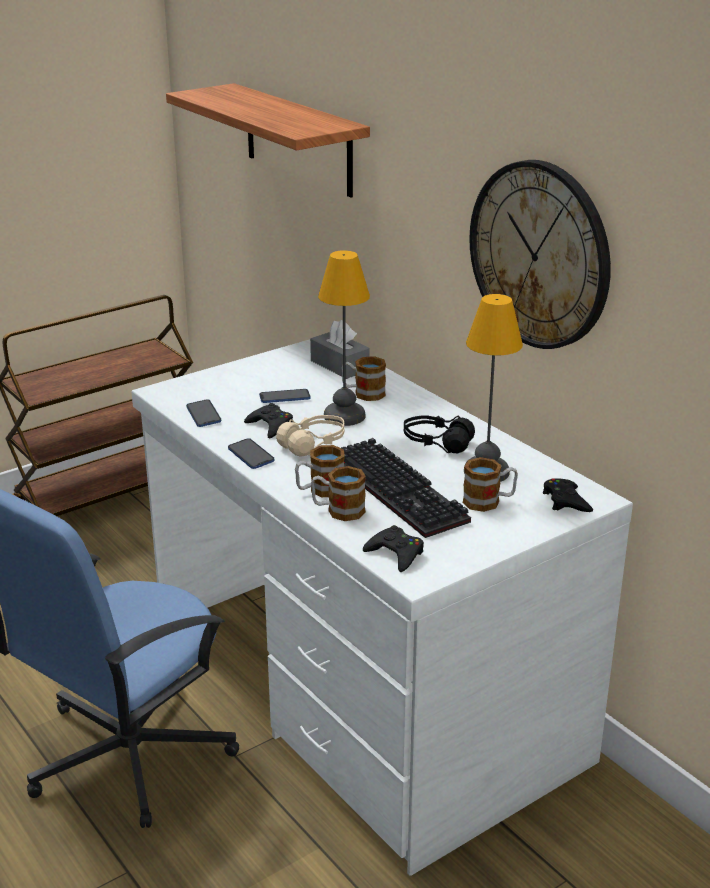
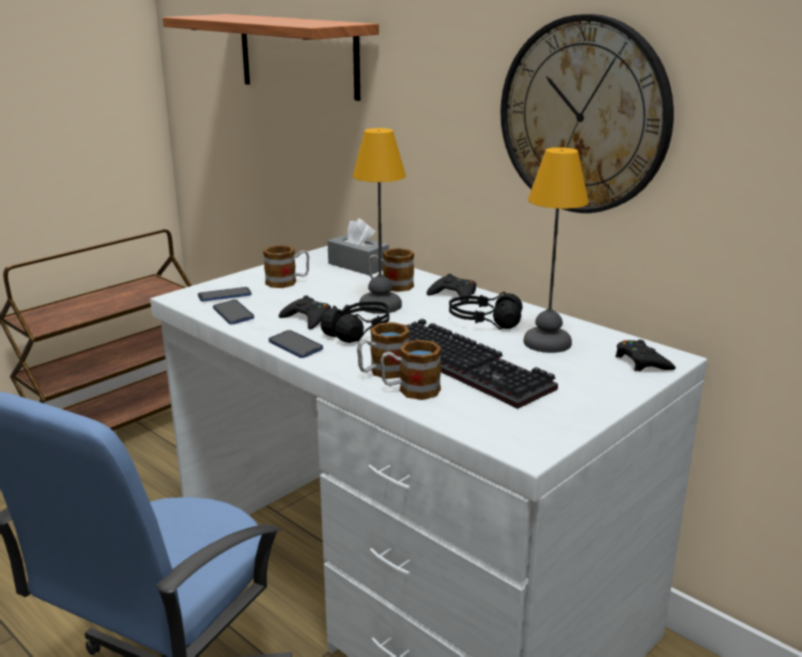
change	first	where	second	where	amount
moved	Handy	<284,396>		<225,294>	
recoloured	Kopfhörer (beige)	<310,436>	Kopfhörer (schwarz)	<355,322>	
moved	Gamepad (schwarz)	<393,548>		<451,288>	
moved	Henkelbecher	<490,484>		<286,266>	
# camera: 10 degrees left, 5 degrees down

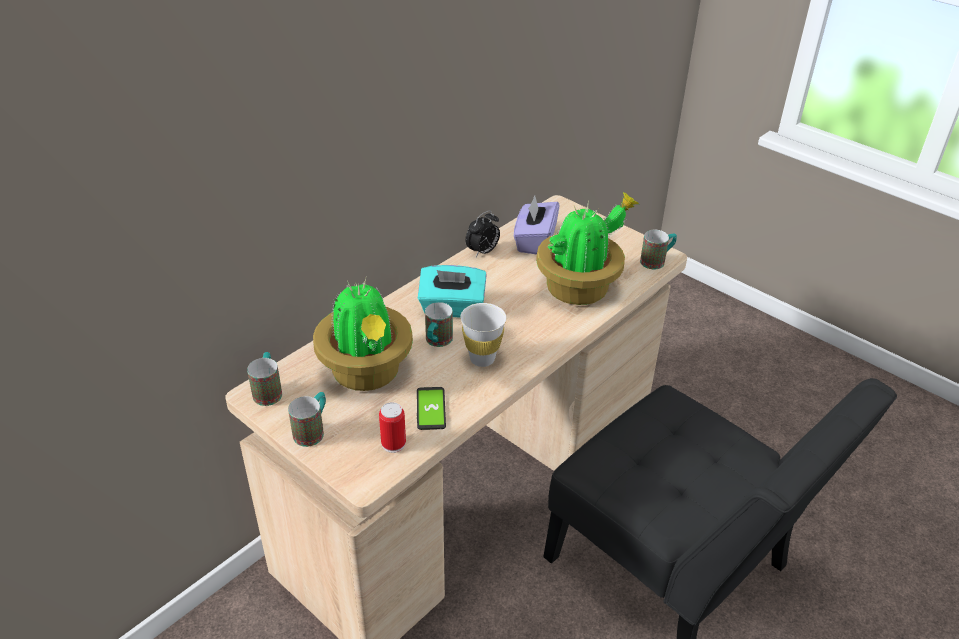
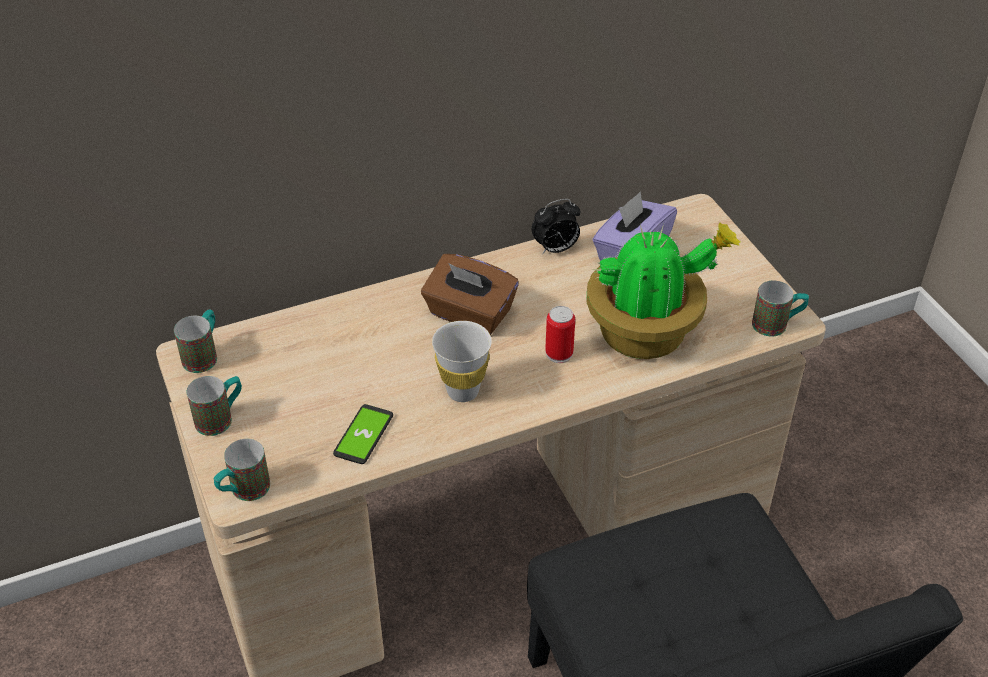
change	first	where	second	where	amount
removed	Topfpflanze	<363,334>			
moved	Dose	<392,427>		<560,334>	
recoloured	Taschentuchbox (türkis)	<452,291>	Taschentuchbox (braun)	<470,294>	
moved	Henkelbecher	<439,324>		<242,470>	
# camera: 25 degrees right, 5 degrees up

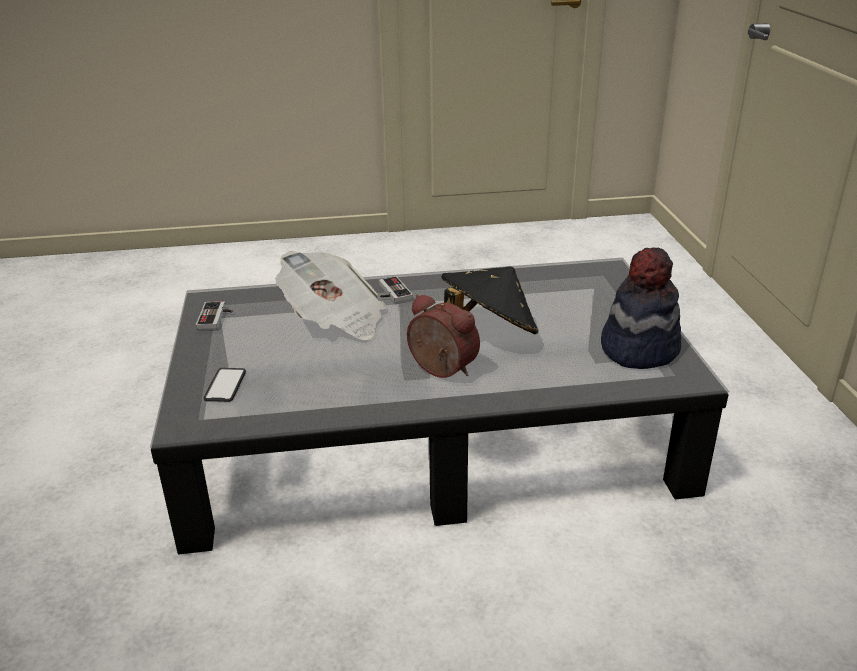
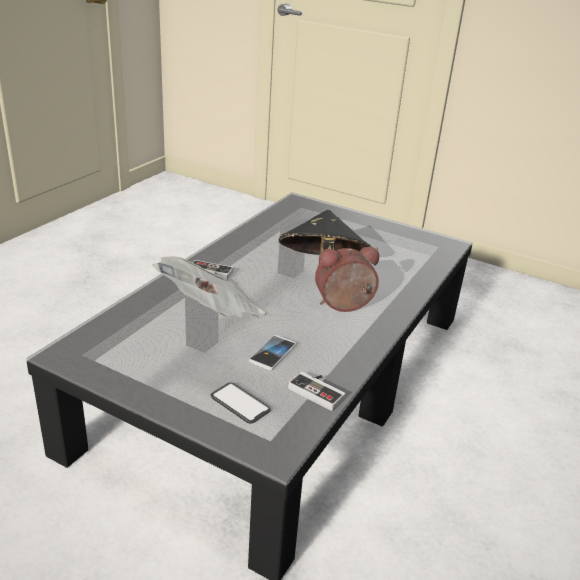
change	first	where	second	where	amount
moved	Gamepad	<214,316>		<317,391>	
removed	Hut	<641,308>			
added			Handy	<272,352>	
# camera: 55 degrees left, 0 degrees up

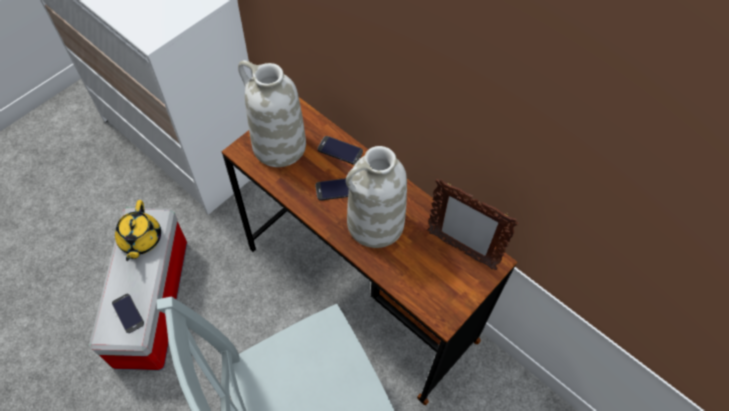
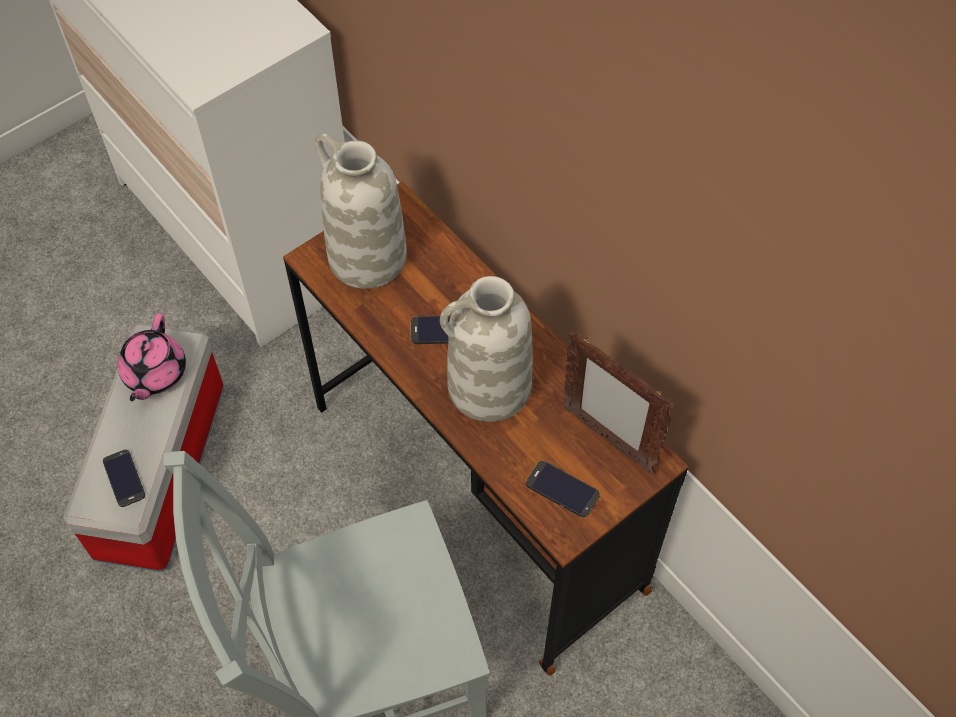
change	first	where	second	where	amount
recoloured	Teekanne (gelb)	<138,230>	Teekanne (rosa)	<152,357>	
moved	Handy	<340,150>		<563,489>	
# camera: 10 degrees right, 0 degrees up

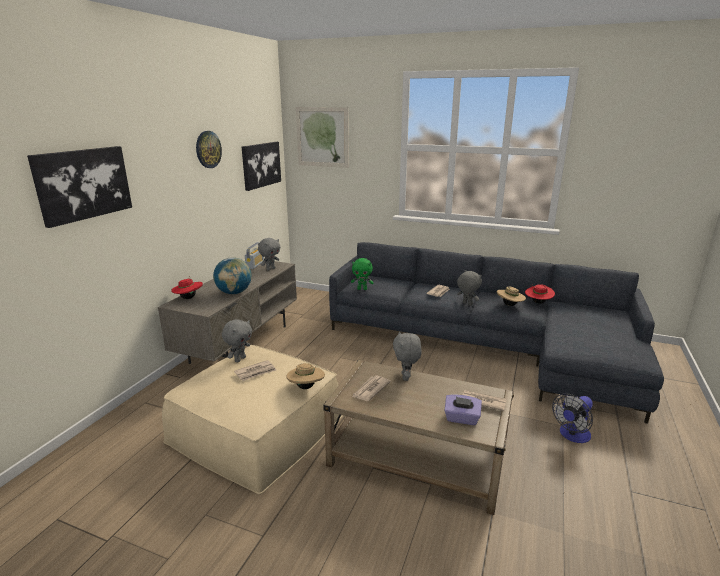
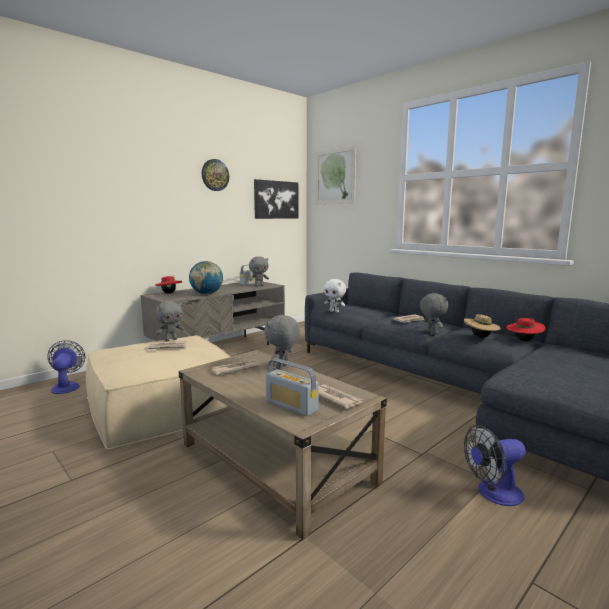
change	first	where	second	where	amount
removed	Bild	<79,187>			
removed	Hut (beige)	<305,376>			
recoloured	Plüschtier (grün)	<362,274>	Plüschtier (weiß)	<335,295>	
replaced	Taschentuchbox (lila)	<463,409>	Radio	<292,387>	
added			Ventilator	<66,367>	
# camera: 25 degrees right, 10 degrees down

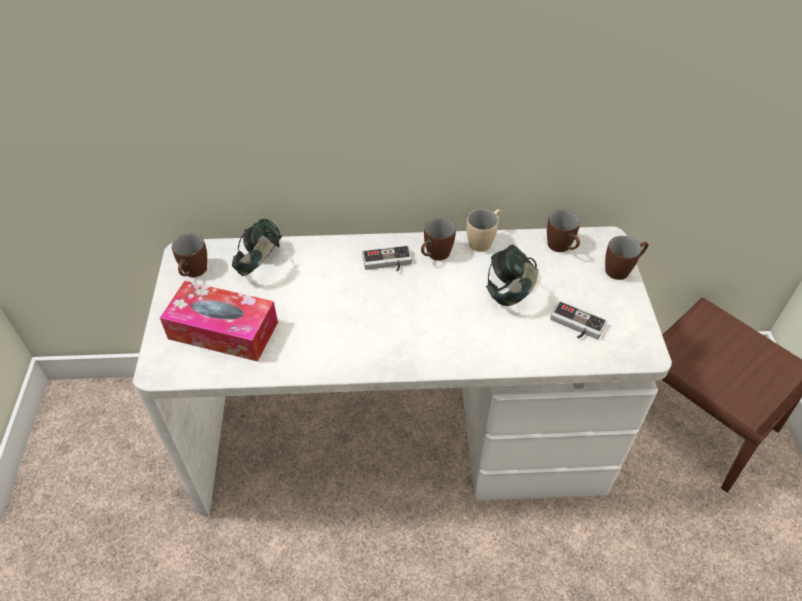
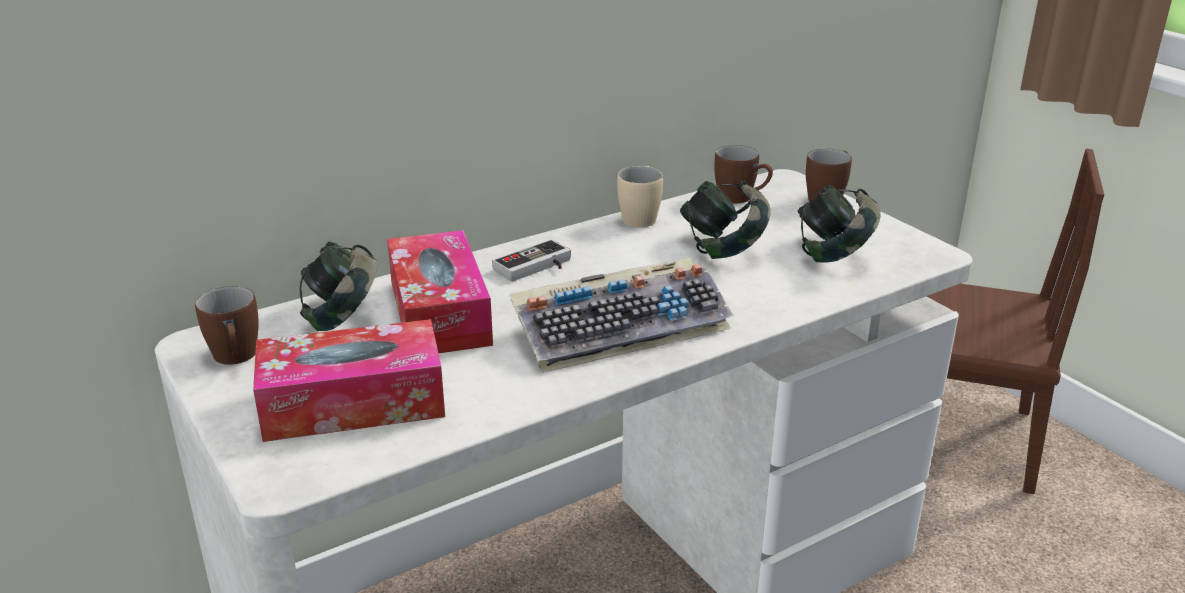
change	first	where	second	where	amount
removed	Henkelbecher (braun)	<438,239>			
replaced	Gamepad	<578,320>	Kopfhörer	<839,223>	
added			Taschentuchbox	<440,291>	
added			Tastatur	<621,315>	
# camera: 30 degrees left, 20 degrees down

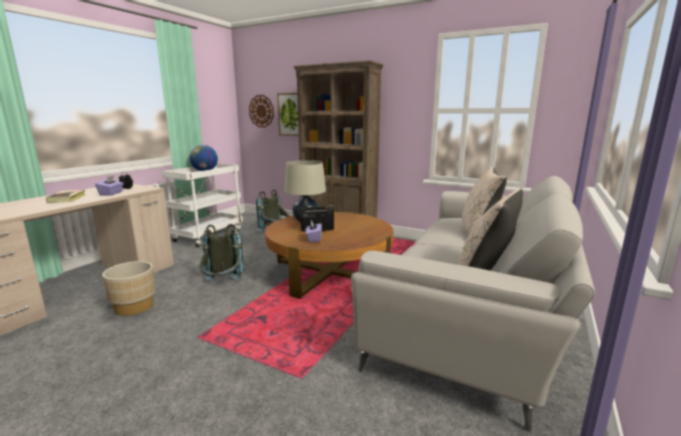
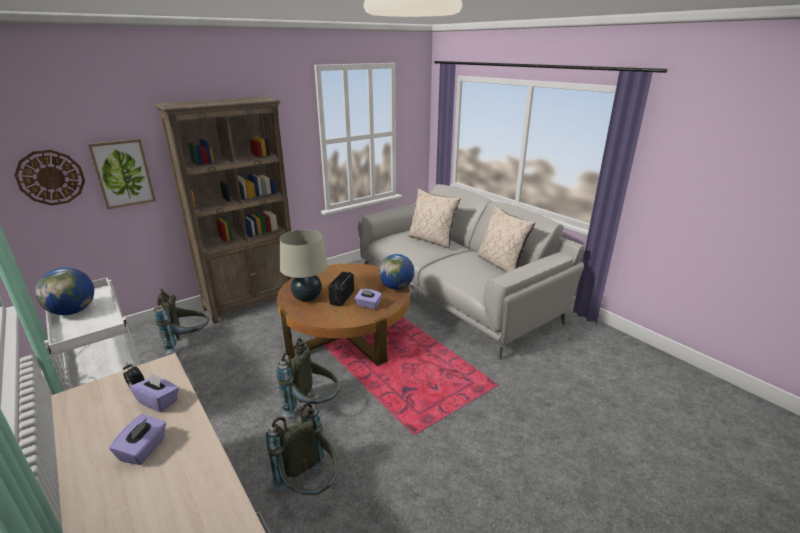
change	first	where	second	where	amount
replaced	Buch	<65,196>	Taschentuchbox (lila)	<137,439>	
replaced	Pflanzkübel (beige)	<128,288>	Rucksack (grau)	<302,449>	
added			Globus	<396,272>	
# camera: 65 degrees left, 10 degrees up

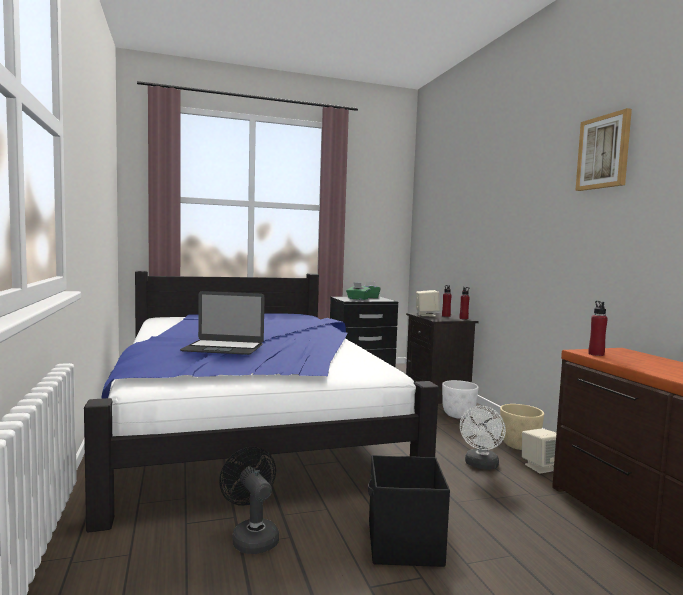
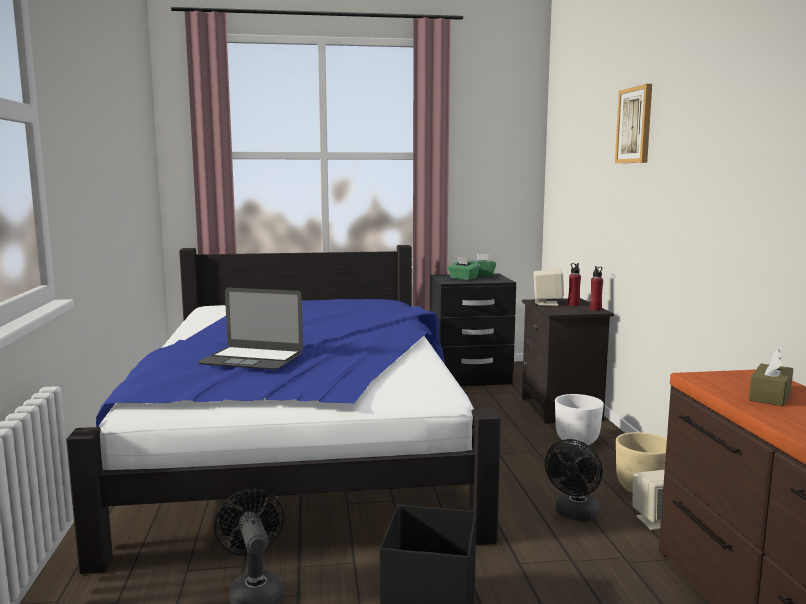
change	first	where	second	where	amount
recoloured	Ventilator (weiß)	<483,438>	Ventilator (schwarz)	<574,480>	
moved	Bild	<603,149>		<633,123>	
removed	Flasche (rot)	<598,328>			
added			Taschentuchbox (braun)	<771,377>	
# camera: 10 degrees right, 5 degrees up

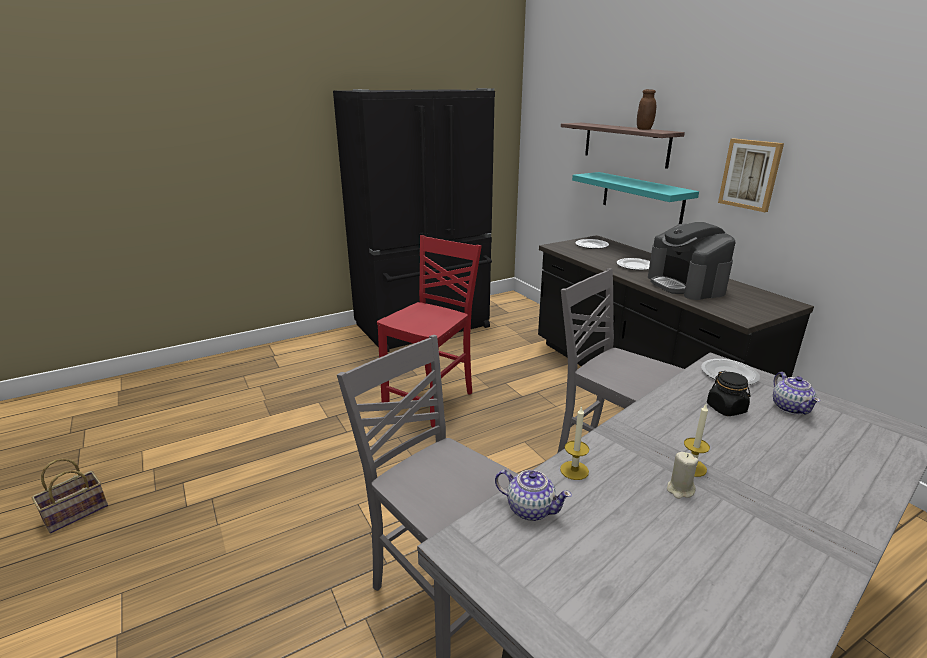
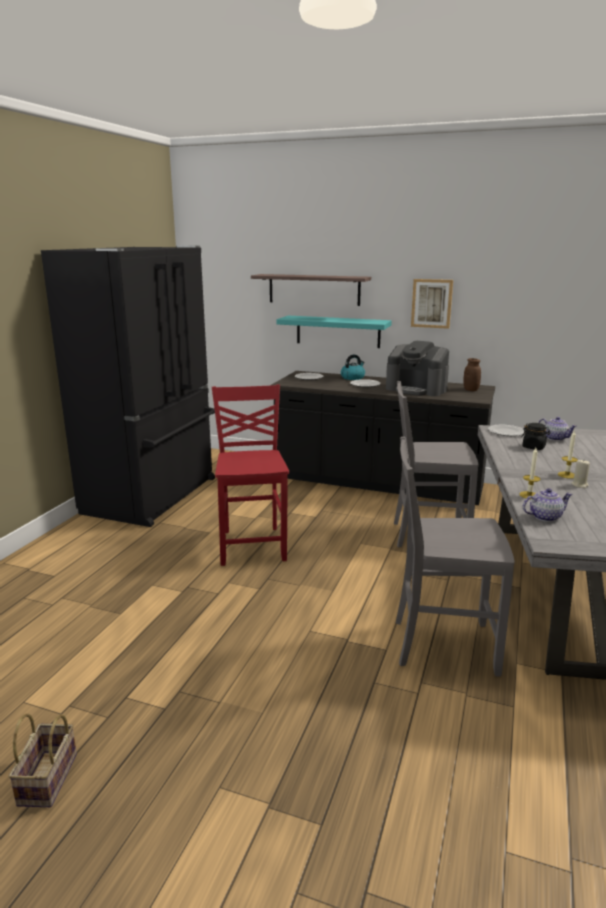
change	first	where	second	where	amount
moved	Vorratsglas (braun)	<646,109>		<472,374>	
added			Wasserkessel	<353,367>	
# camera: 40 degrees left, 5 degrees down

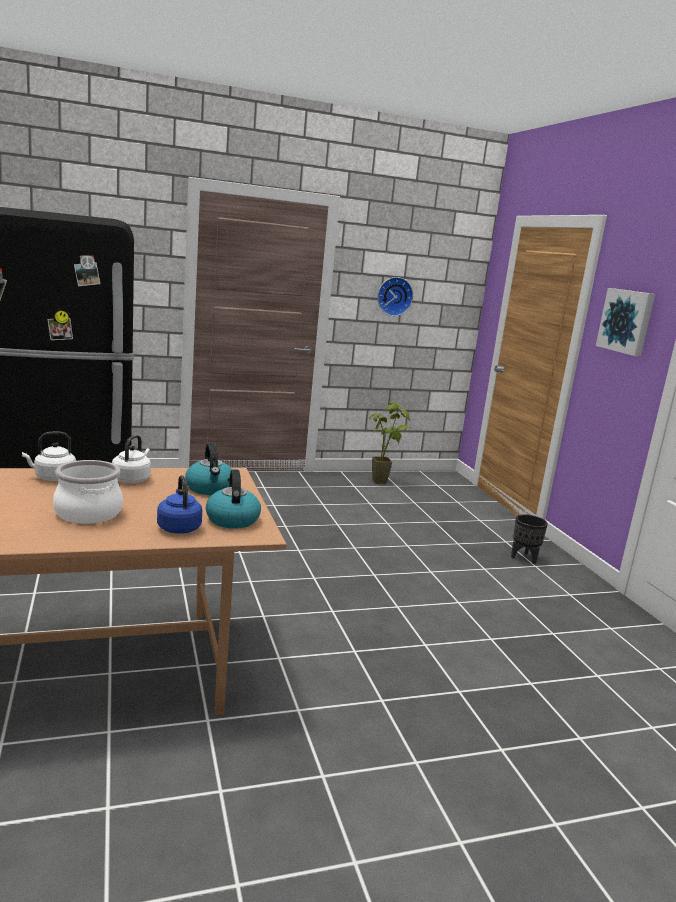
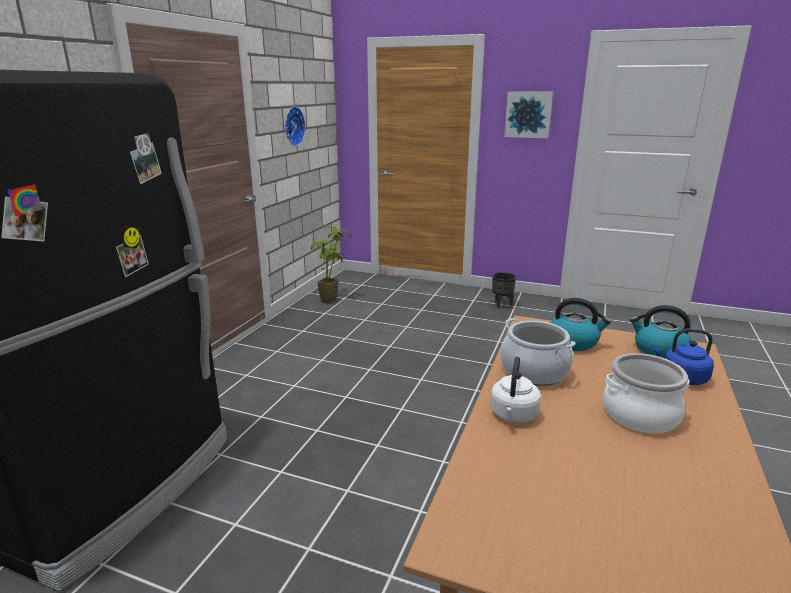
change	first	where	second	where	amount
replaced	Wasserkessel (weiß)	<131,459>	Kochtopf	<538,352>	
# camera: 50 degrees left, 5 degrees up

